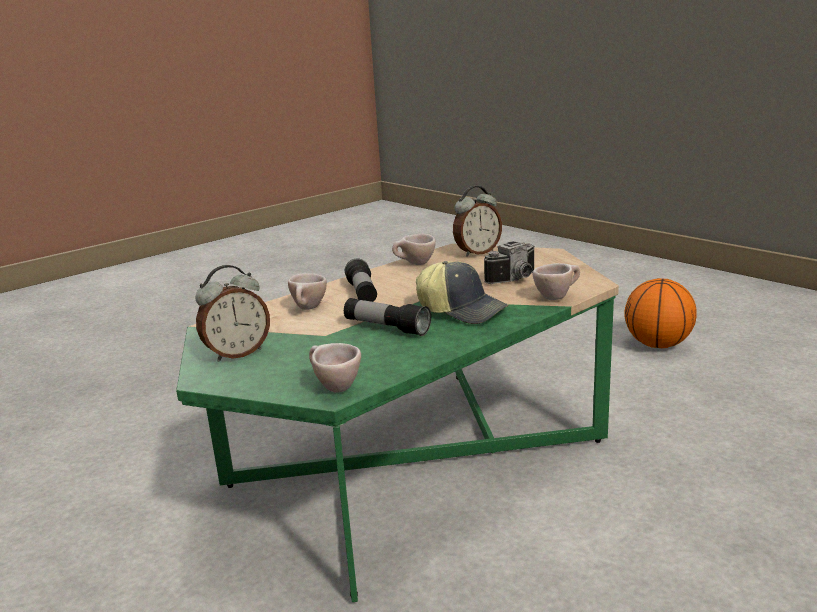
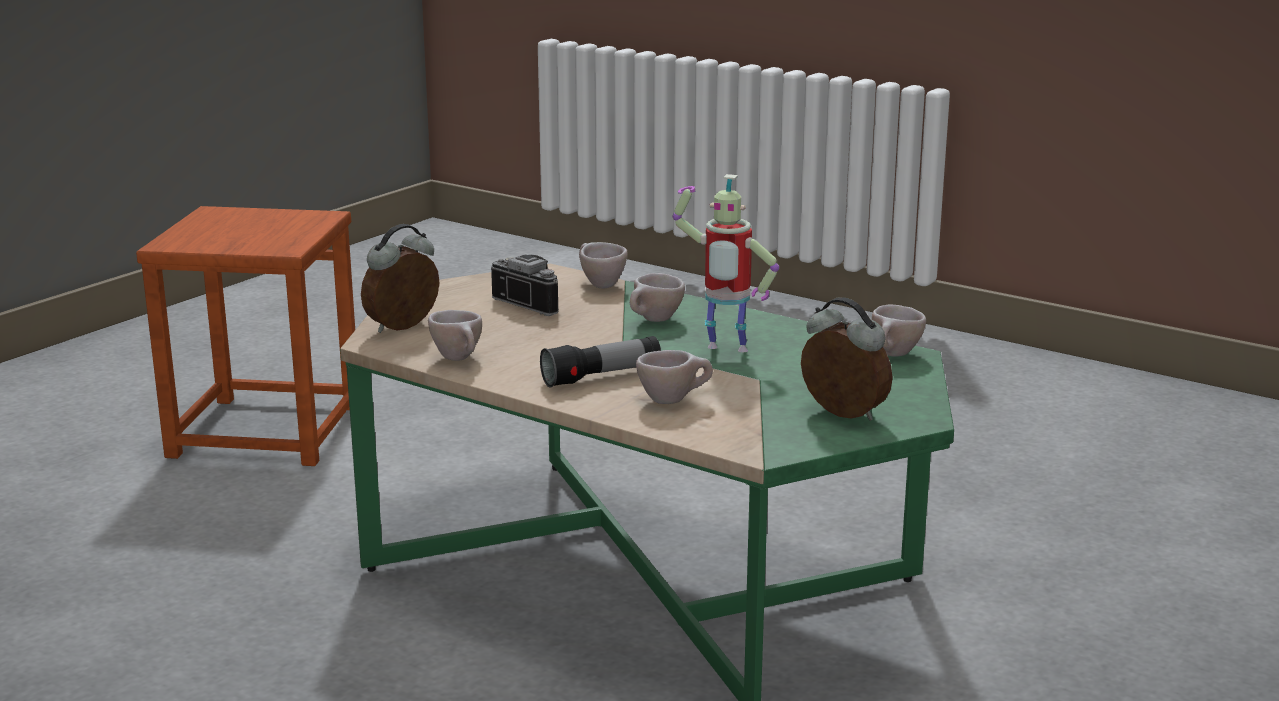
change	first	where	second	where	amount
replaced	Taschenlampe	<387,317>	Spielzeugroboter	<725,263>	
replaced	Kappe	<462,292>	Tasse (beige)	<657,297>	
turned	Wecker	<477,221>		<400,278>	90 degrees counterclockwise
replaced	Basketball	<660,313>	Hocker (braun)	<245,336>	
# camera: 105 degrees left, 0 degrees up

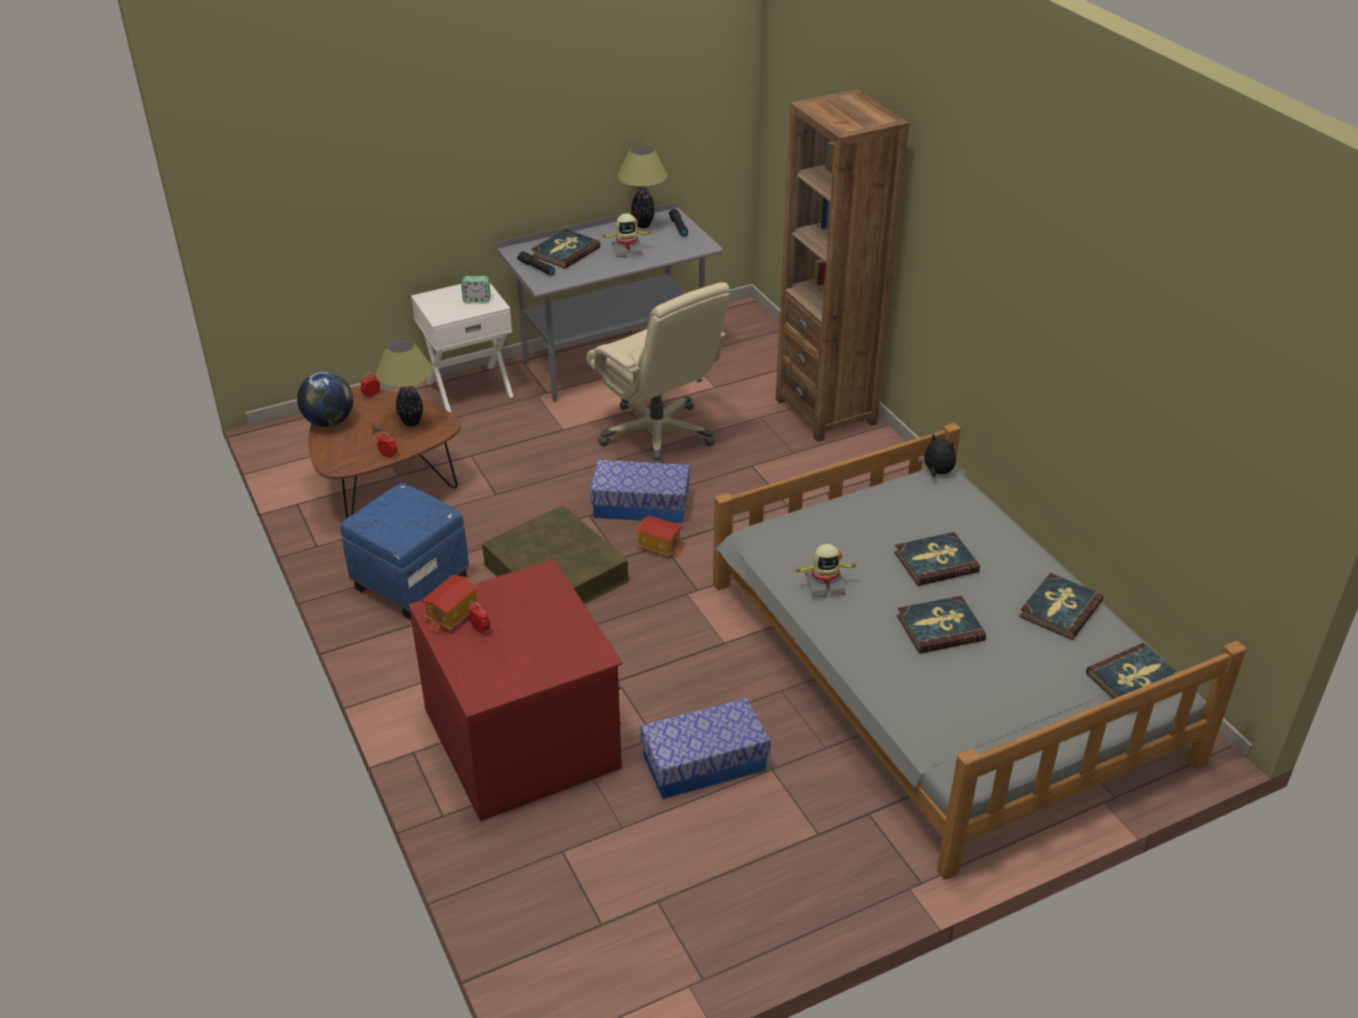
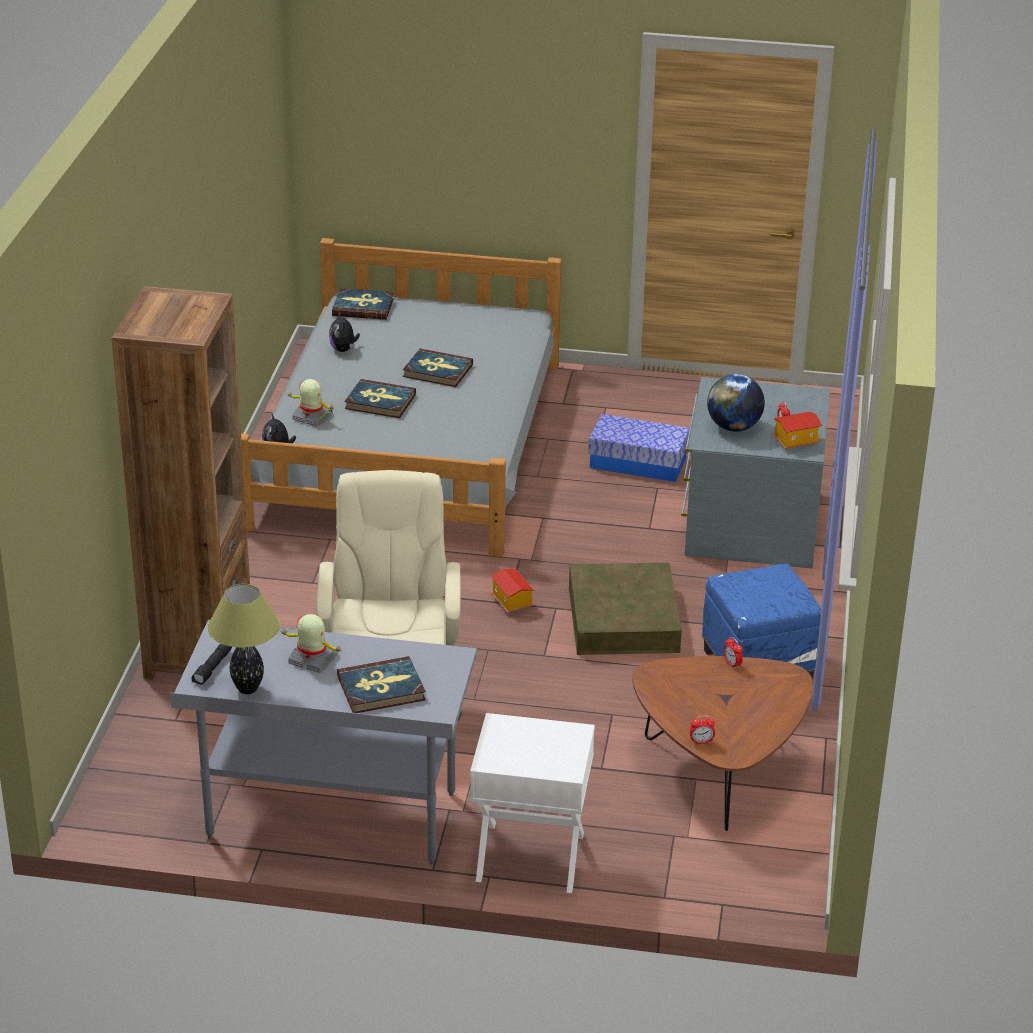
change	first	where	second	where	amount
moved	Globus	<325,399>		<736,403>	
removed	Tischlampe	<404,382>			
recoloured	Kommode (rot)	<516,690>	Kommode (grau)	<755,473>	
removed	Wecker	<476,290>			
removed	Taschenlampe (schwarz)	<536,263>			
removed	Aufbewahrungsbox	<640,491>			
moved	Spielzeugroboter	<826,571>		<311,403>	
replaced	Buch	<1061,606>	Plüschtier	<344,332>	
# camera: 145 degrees left, 5 degrees down

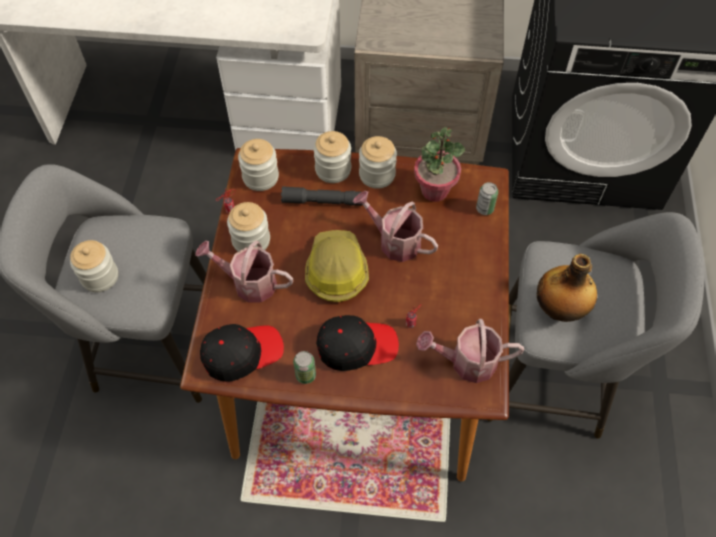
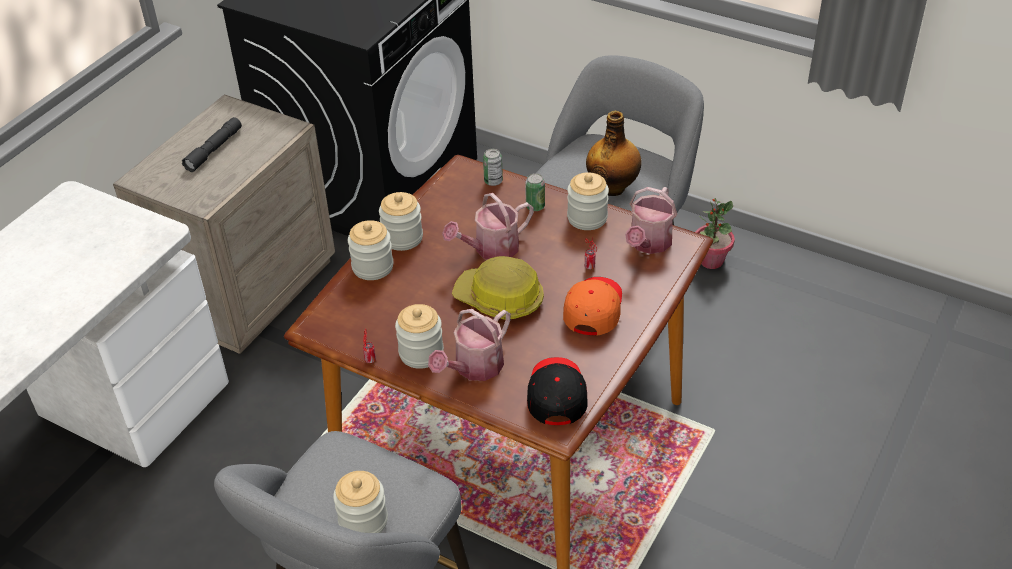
change	first	where	second	where	amount
moved	Vorratsglas	<258,165>		<588,201>	
moved	Taschenlampe (grau)	<322,196>		<212,144>	
moved	Dose	<304,367>		<535,192>	
recoloured	Kappe (schwarz)	<357,343>	Kappe (orange)	<592,306>	
moved	Topfpflanze	<439,164>		<715,233>	
# camera: 65 degrees left, 15 degrees down

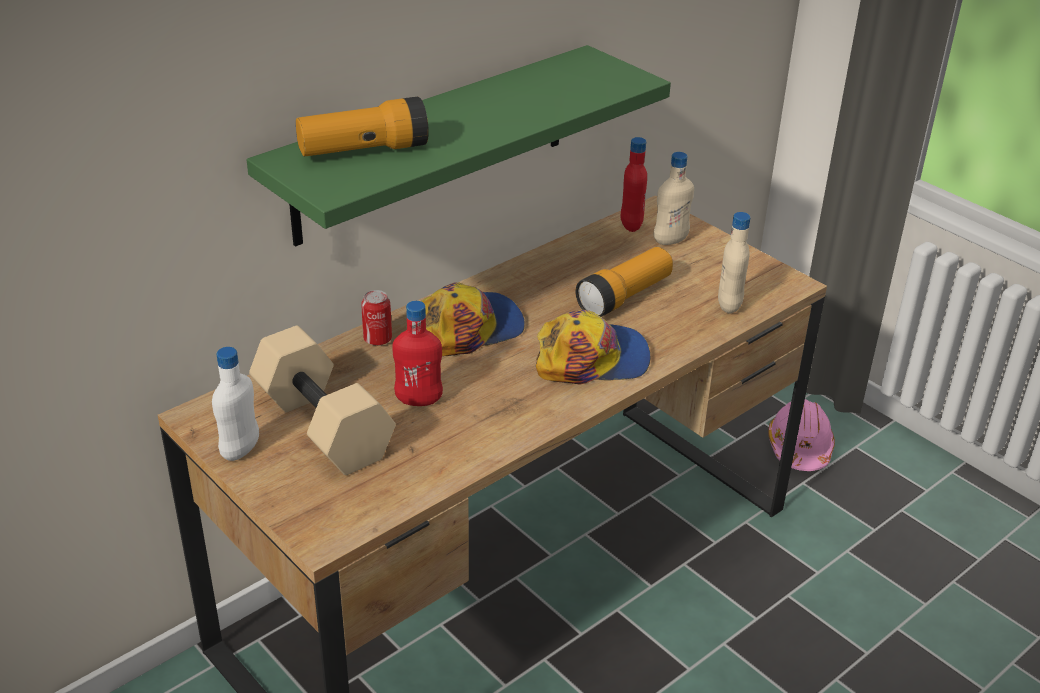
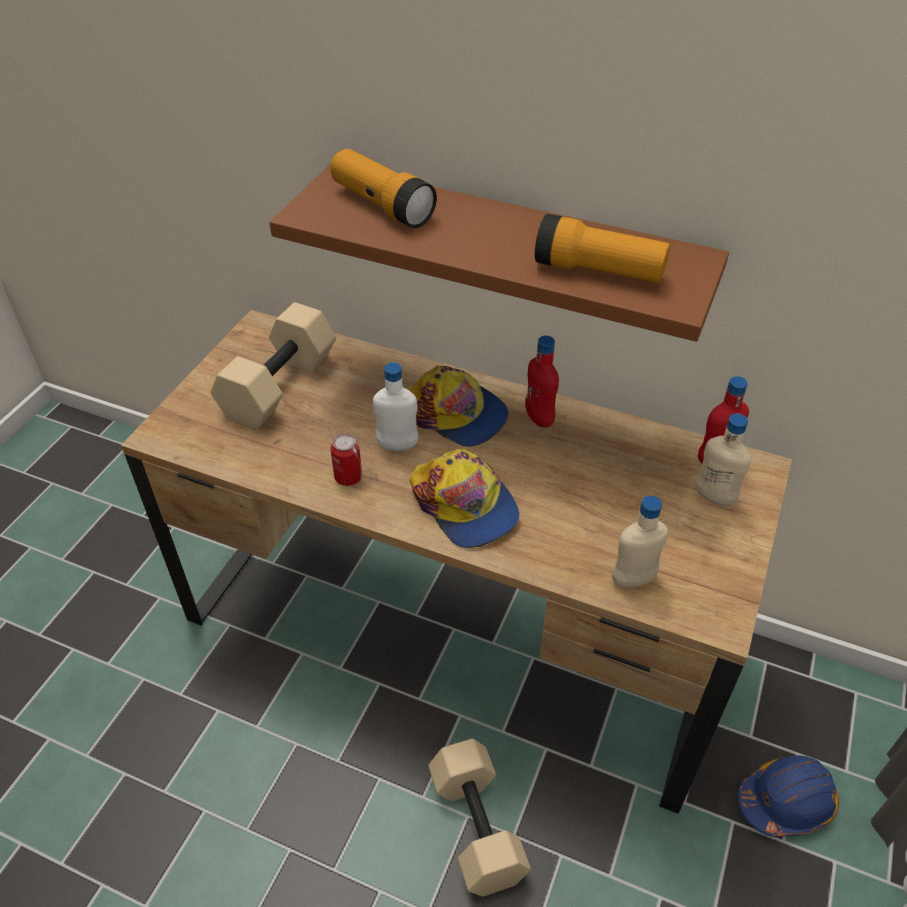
change	first	where	second	where	amount
moved	Flasche (weiß)	<235,404>		<396,406>	
recoloured	Wandregal (grün)	<459,146>	Wandregal (braun)	<499,253>	
moved	Dose	<376,318>		<346,460>	
moved	Flasche (rot)	<417,353>		<542,381>	
moved	Taschenlampe	<624,282>		<602,248>	
recoloured	Schutzhelm (rosa)	<801,435>	Schutzhelm (blau)	<788,796>	
added			Hantel (beige)	<479,818>	
# camera: 65 degrees right, 10 degrees up

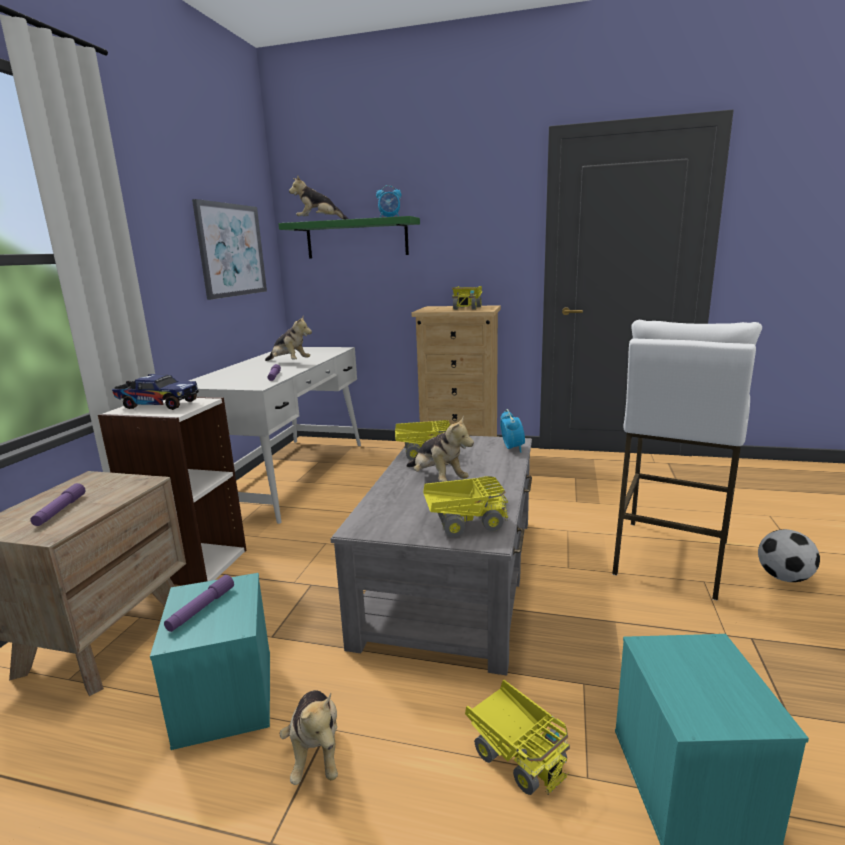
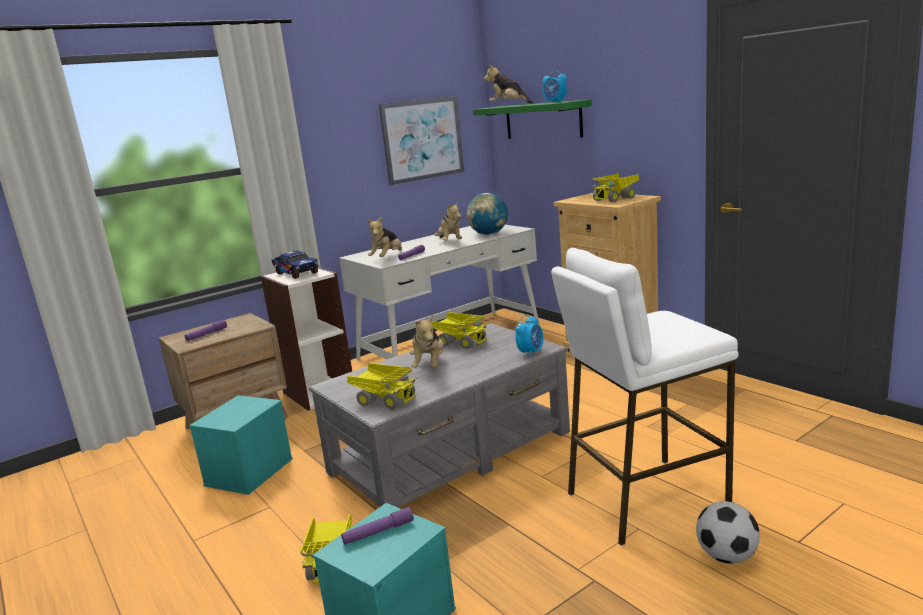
change	first	where	second	where	amount
moved	Taschenlampe (lila)	<199,603>		<377,526>	
moved	Plüschtier	<309,737>		<384,237>	
added			Globus	<487,214>	
# camera: 40 degrees right, 0 degrees up

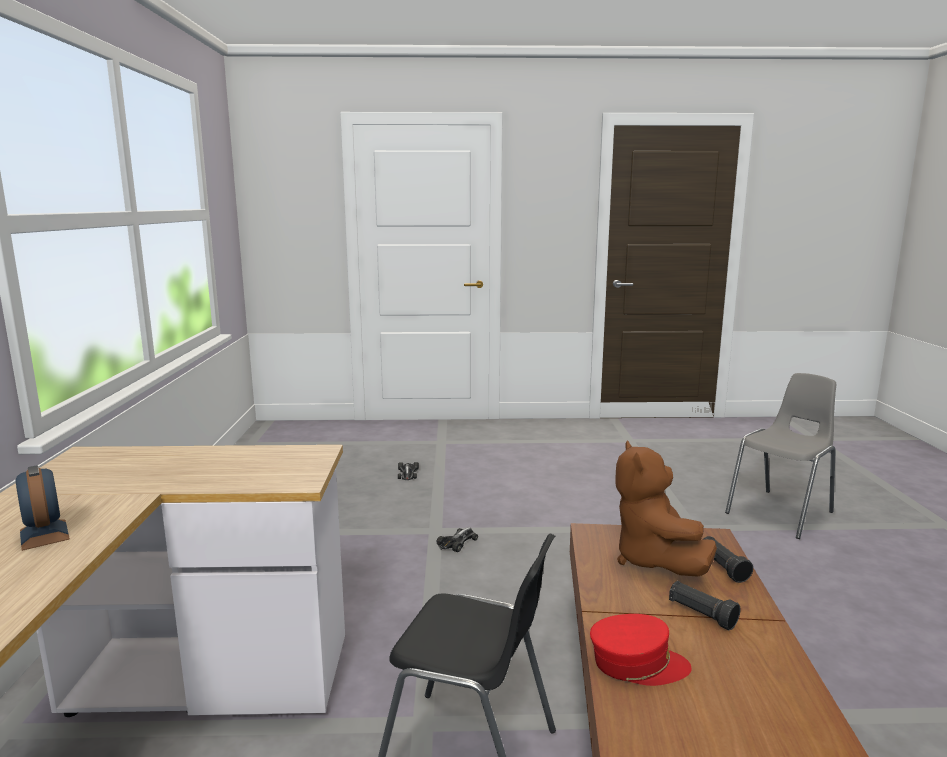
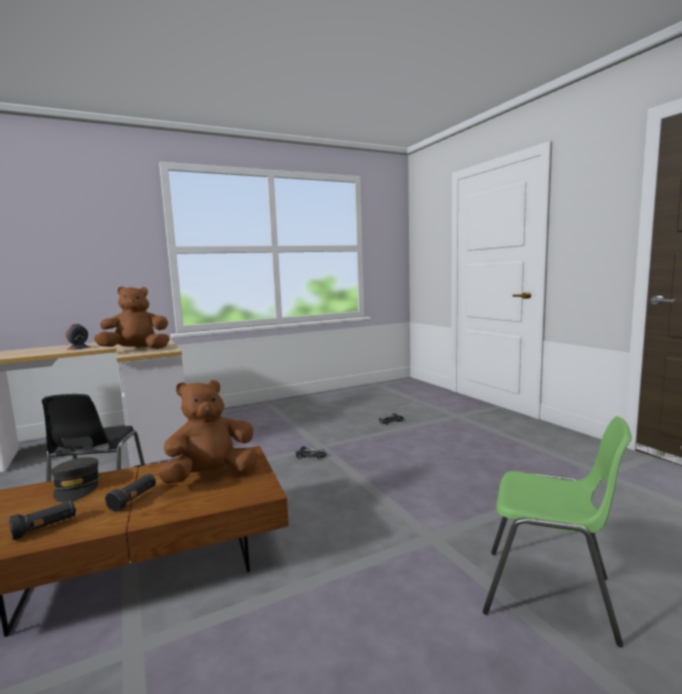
change	first	where	second	where	amount
recoloured	Kappe (rot)	<641,650>	Kappe (grau)	<76,479>	
moved	Taschenlampe (schwarz)	<728,559>		<42,520>	
recoloured	Stuhl (grau)	<781,456>	Stuhl (grün)	<557,531>	
added			Plüschtier (braun)	<132,317>	
# camera: 65 degrees right, 5 degrees down

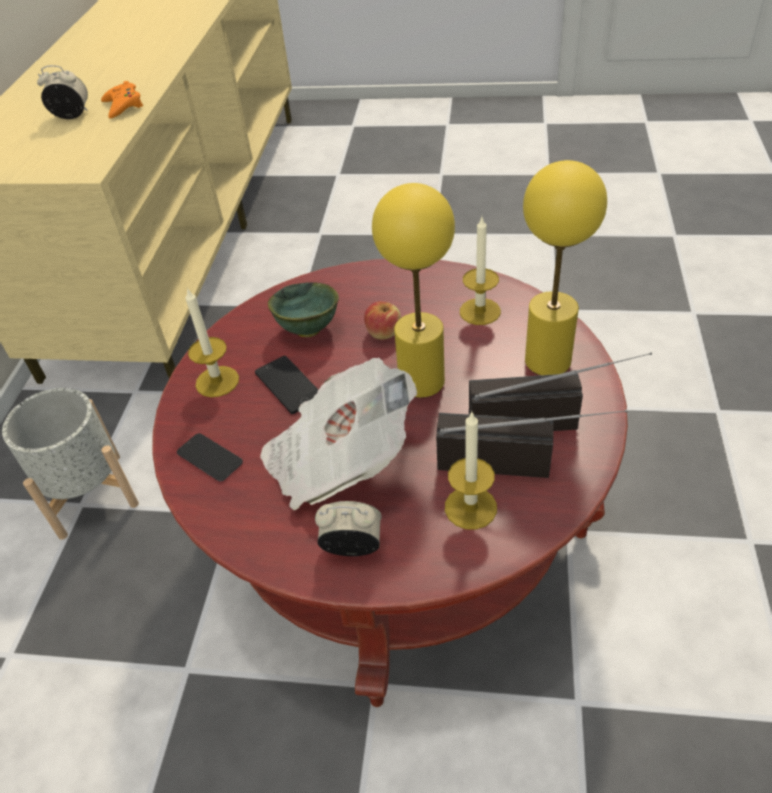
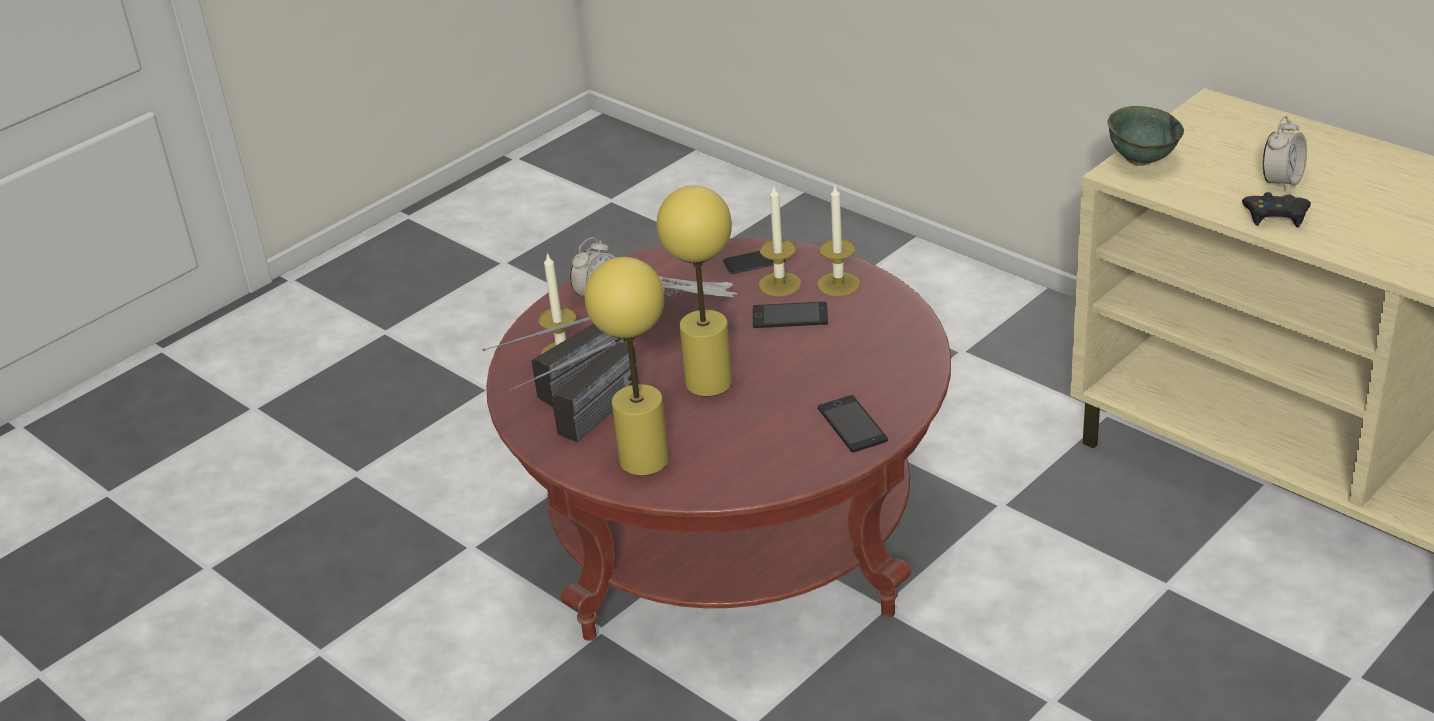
change	first	where	second	where	amount
removed	Pflanzkübel (grau)	<70,464>			
recoloured	Gamepad (orange)	<122,99>	Gamepad (schwarz)	<1276,209>	
moved	Schüssel (grün)	<303,310>		<1146,136>	
removed	Apfel	<382,320>			
moved	Kerze	<480,271>		<780,241>	
added			Handy	<853,423>	
# camera: 125 degrees right, 10 degrees down

